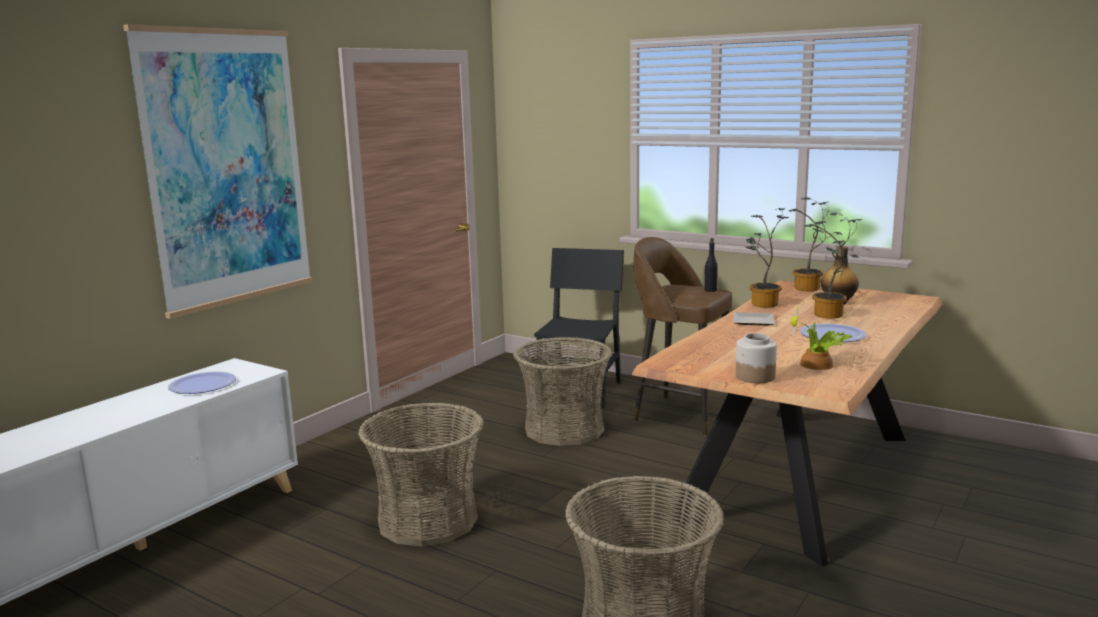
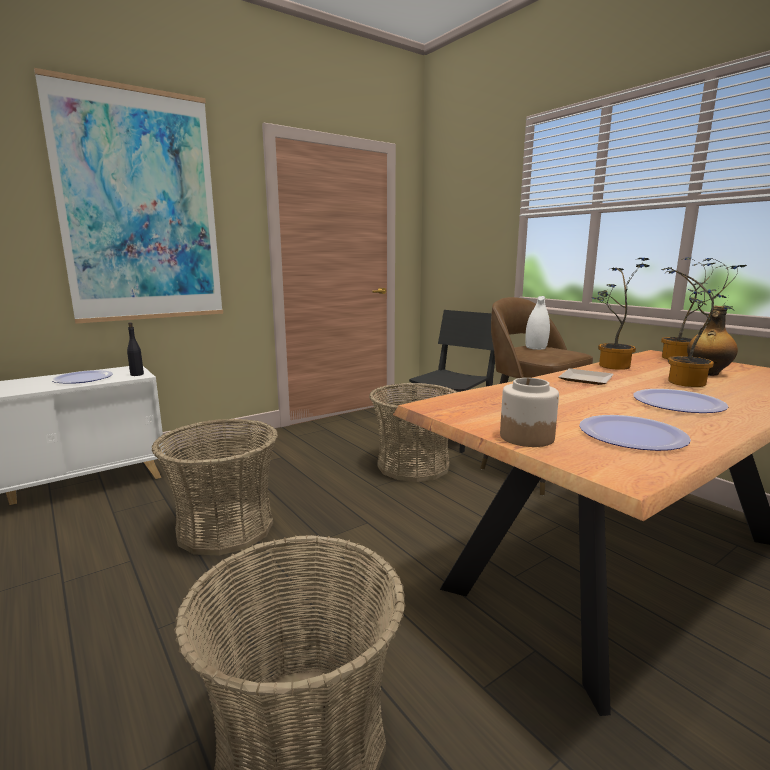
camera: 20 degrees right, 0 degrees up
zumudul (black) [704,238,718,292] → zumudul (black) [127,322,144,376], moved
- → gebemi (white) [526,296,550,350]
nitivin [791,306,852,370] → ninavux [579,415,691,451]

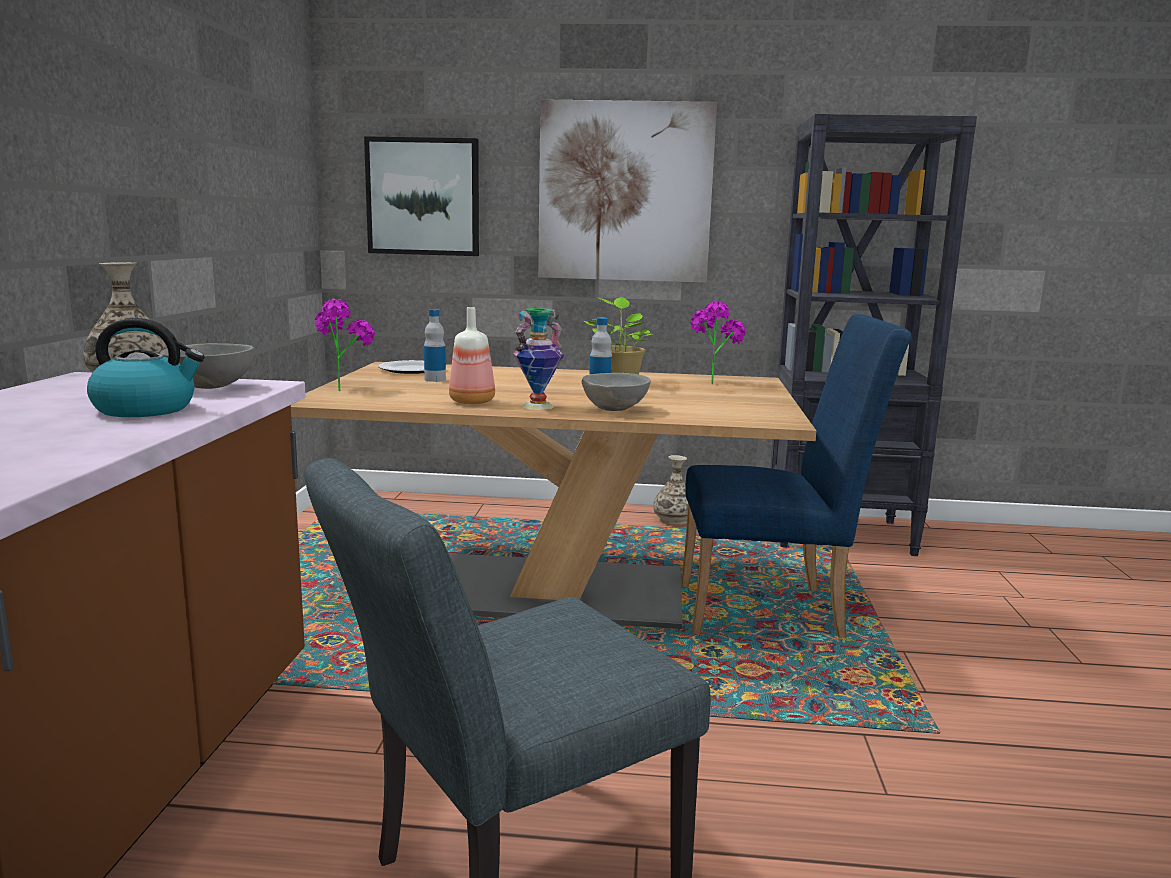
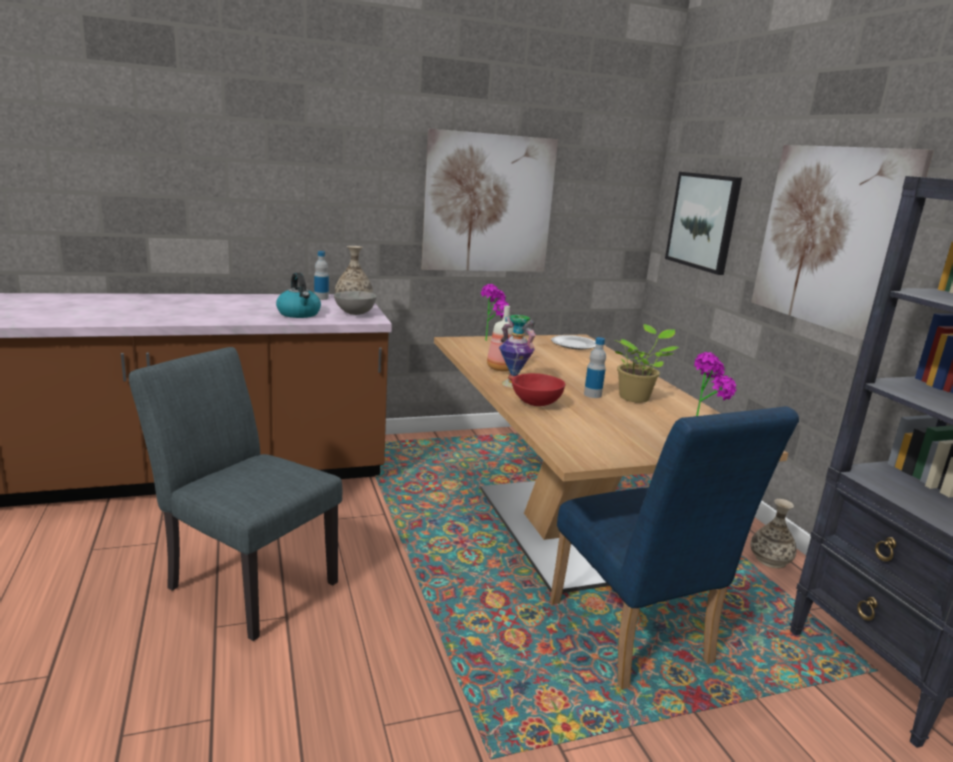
camera: 65 degrees right, 5 degrees up
zumudul [424,309,446,382] → zumudul [314,251,329,300], moved
- → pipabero [421,129,558,272]
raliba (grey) [582,373,651,411] → raliba (red) [512,373,565,406]

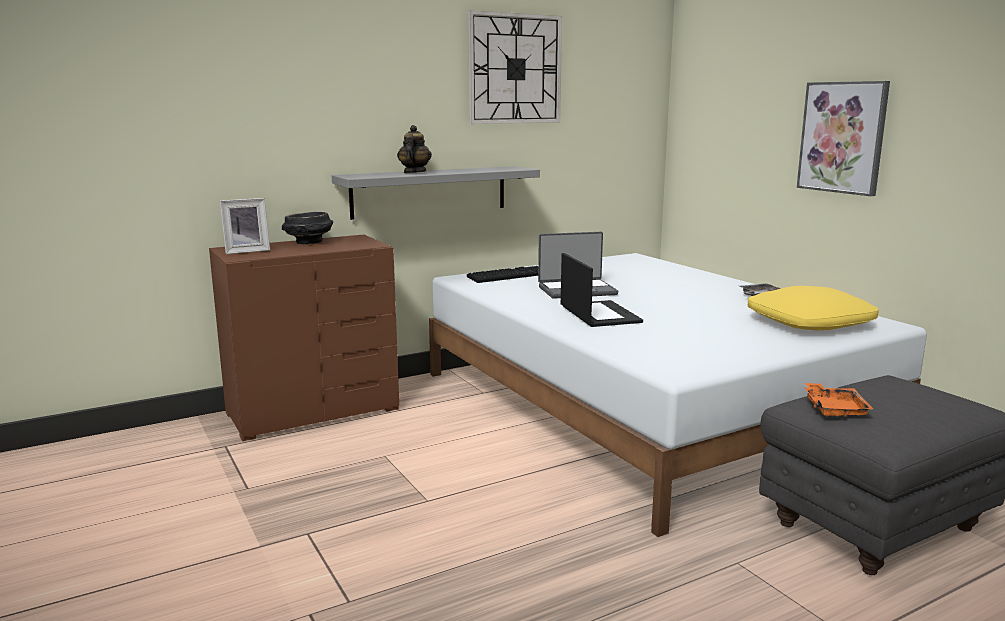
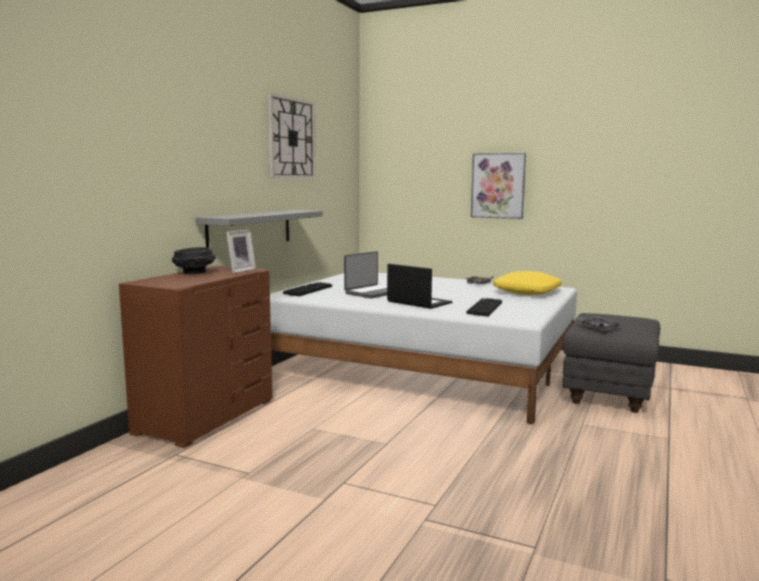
camera: 35 degrees left, 5 degrees down
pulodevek [220,198,270,254] → pulodevek [226,229,256,273], moved
- → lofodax [466,298,502,317]
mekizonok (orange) [805,383,873,418] → mekizonok (grey) [576,317,620,331]
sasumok [397,125,432,173] → -

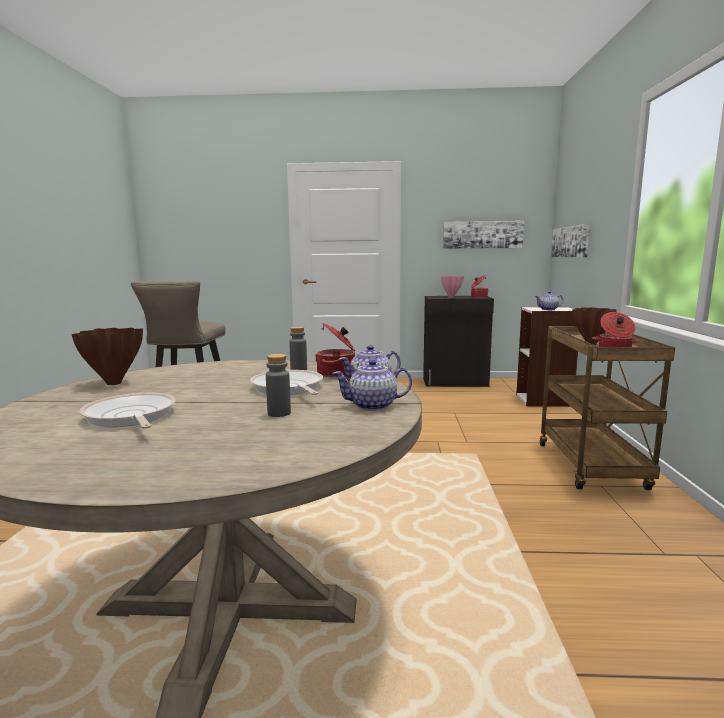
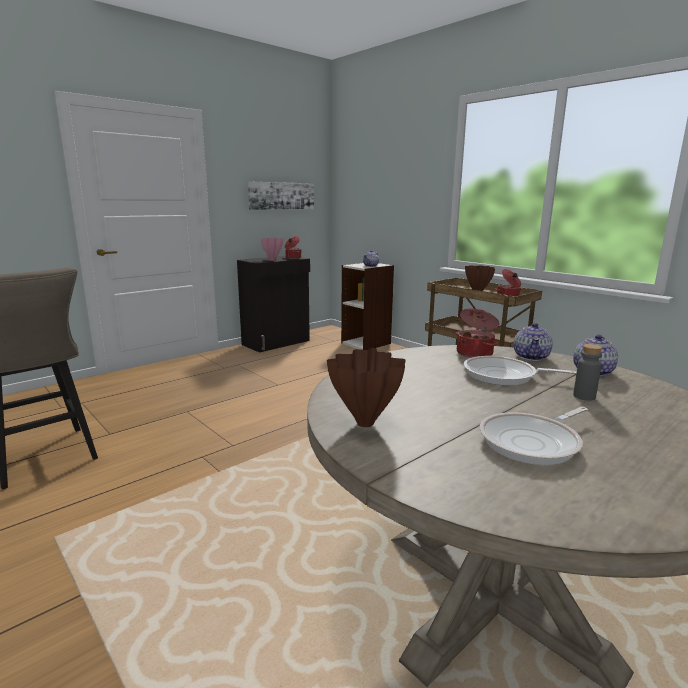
camera: 45 degrees left, 5 degrees up
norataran [79,393,176,429] → norataran [480,407,588,465], 45 degrees counterclockwise
zumudul (grey) [289,326,307,370] → -
pipabero [551,224,590,257] → -

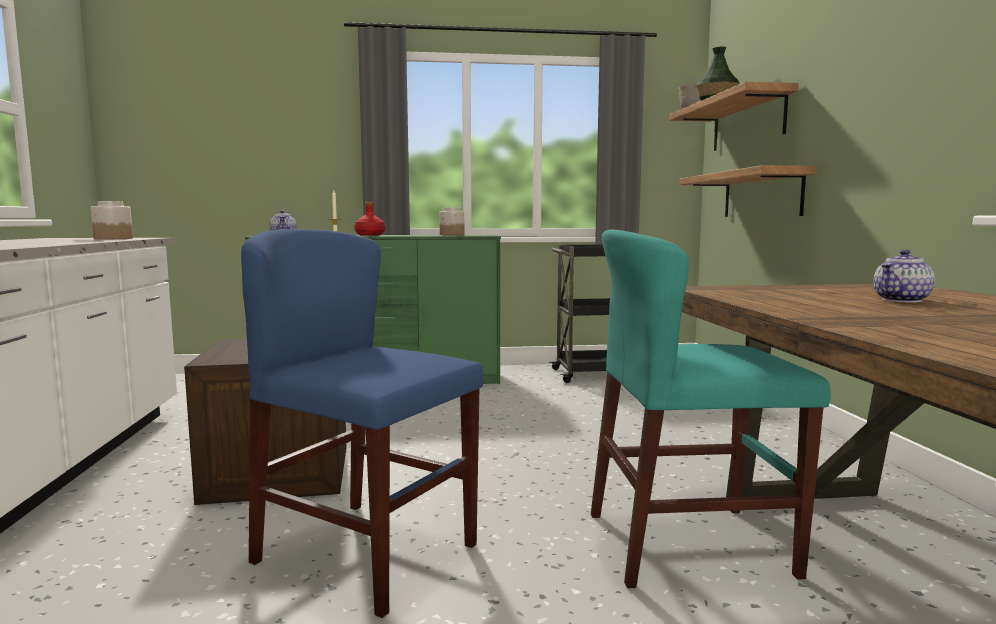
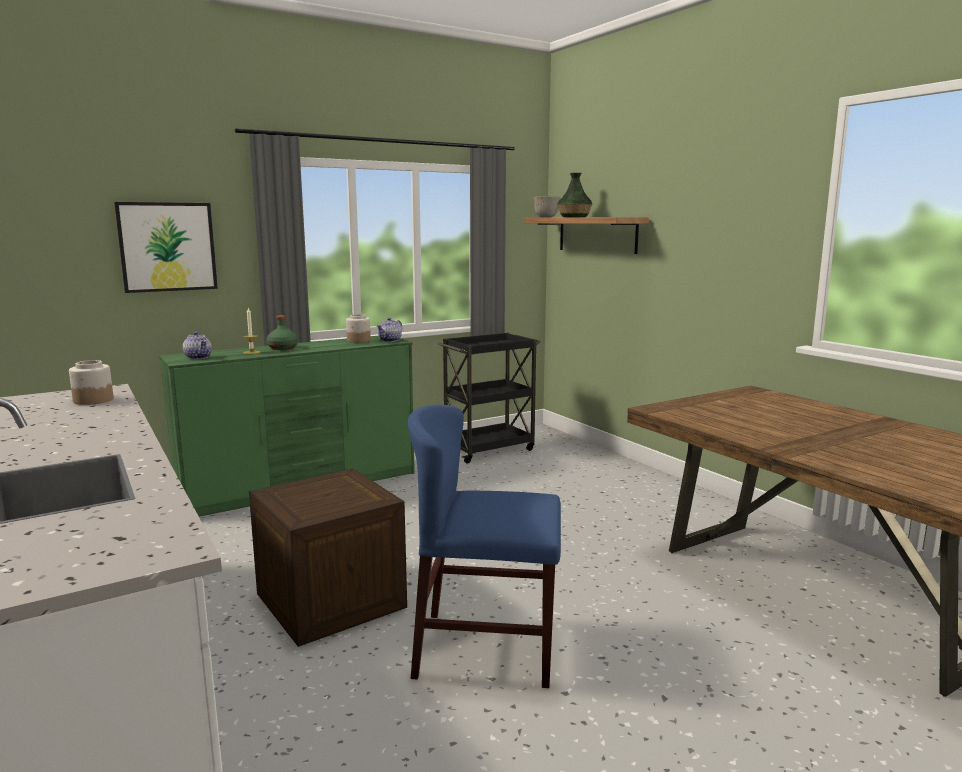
camera: 25 degrees left, 5 degrees up
- → pipabero [114,202,218,293]
zumudul (red) [354,202,385,236] → zumudul (green) [267,315,298,350]
sasumok [873,250,935,302] → sasumok [377,318,402,342], moved
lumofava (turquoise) [591,229,831,588] → -
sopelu [679,165,817,217] → -

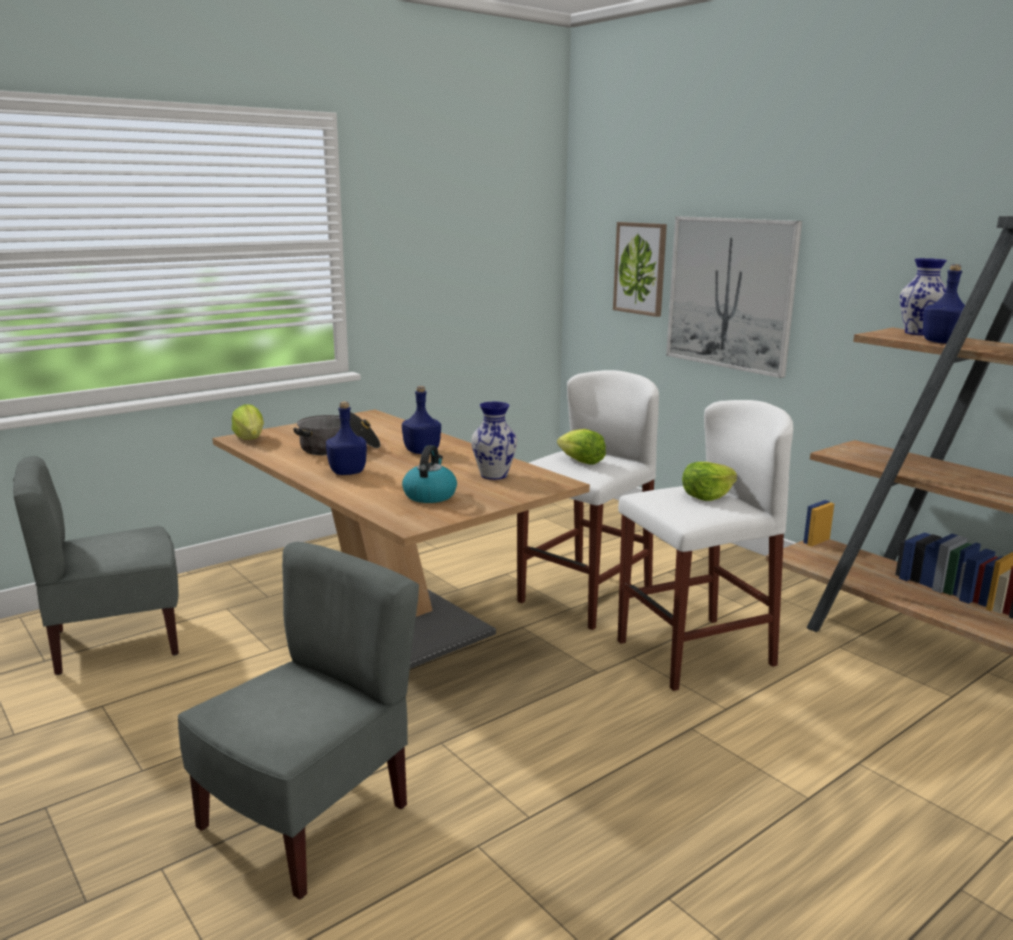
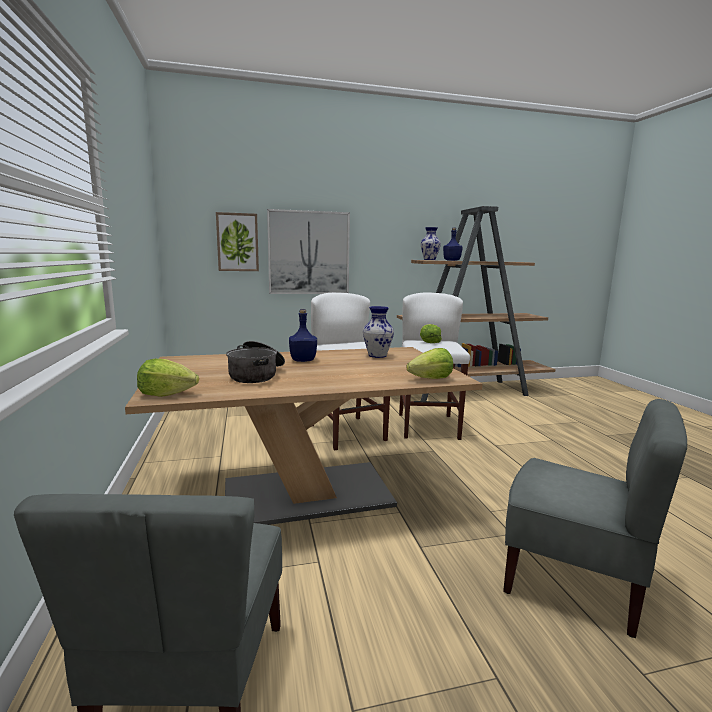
camera: 65 degrees left, 5 degrees down
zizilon [557,429,606,465] → zizilon [407,348,453,379], moved
lumofava (grey) [178,542,419,900] → lumofava (grey) [503,399,687,638], 150 degrees clockwise
zumudul (blue) [326,401,367,475] → -
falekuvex [402,445,457,503] → -

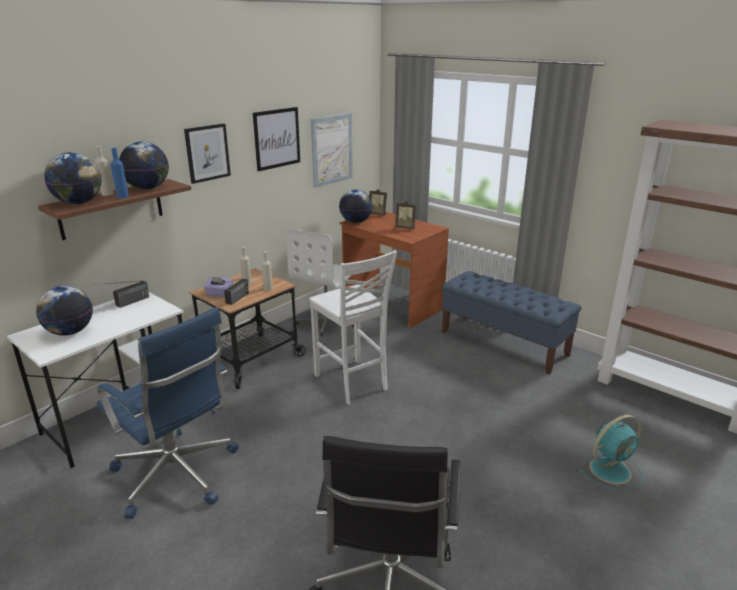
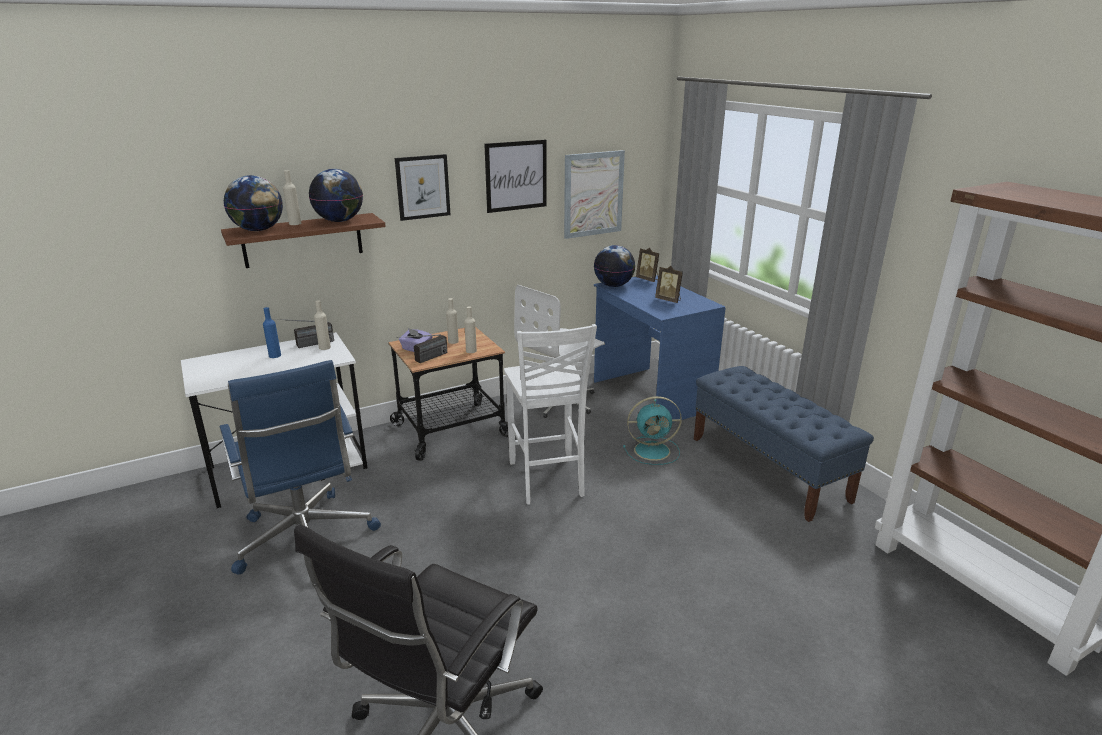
camera: 20 degrees right, 0 degrees up
zumudul (blue) [111,148,129,199] → zumudul (blue) [263,307,281,358], moved
- → zumudul (beige) [314,300,331,350]
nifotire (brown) [339,212,449,329] → nifotire (blue) [594,275,726,423]
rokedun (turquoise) [580,415,643,491] → rokedun (turquoise) [623,396,682,465], moved
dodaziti [36,285,93,335] → -

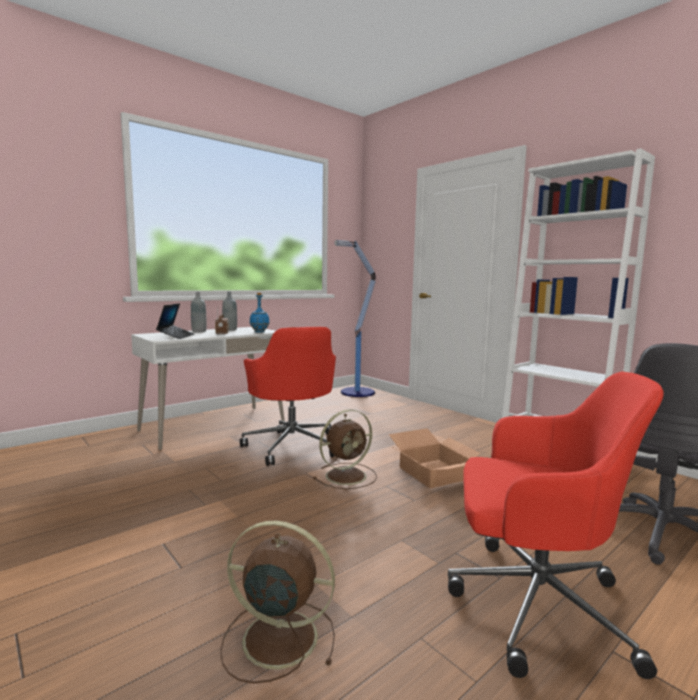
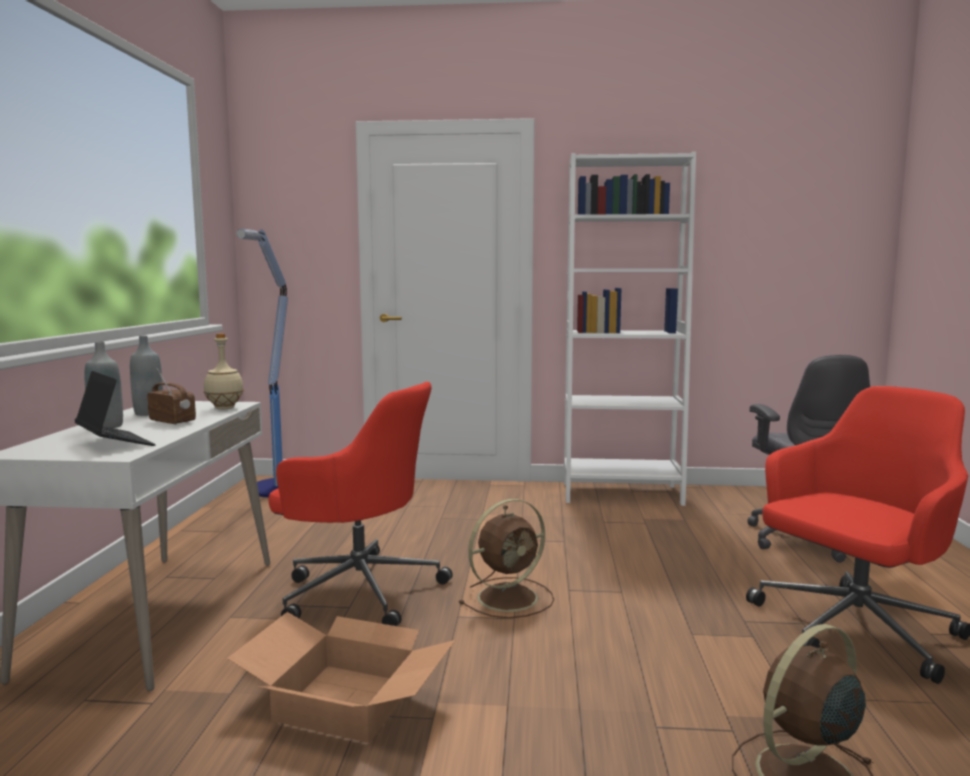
camera: 45 degrees left, 0 degrees up
zumudul (blue) [250,293,269,333] → zumudul (beige) [204,333,244,409]
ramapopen [389,428,481,489] → ramapopen [227,612,455,743], moved
rokedun (brown) [313,409,377,489] → rokedun (brown) [459,499,554,618], 45 degrees clockwise

